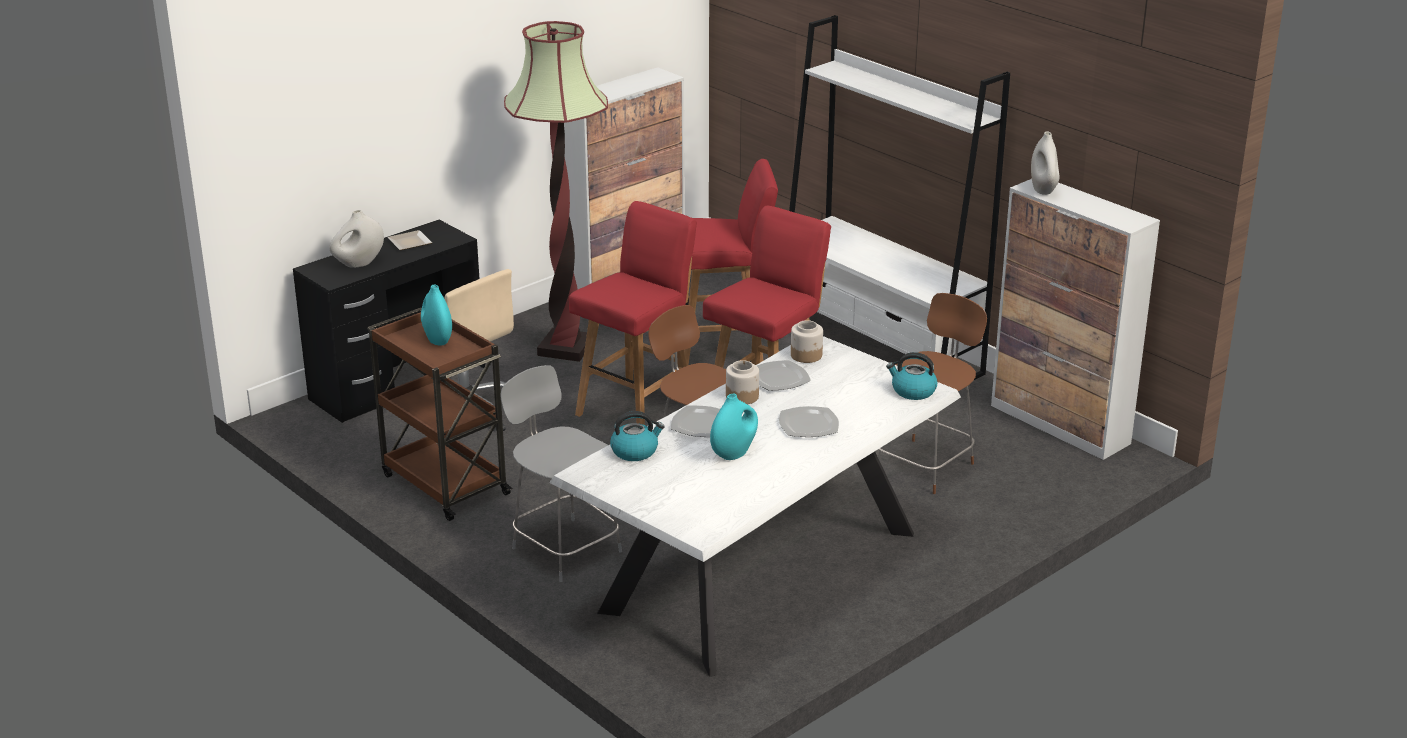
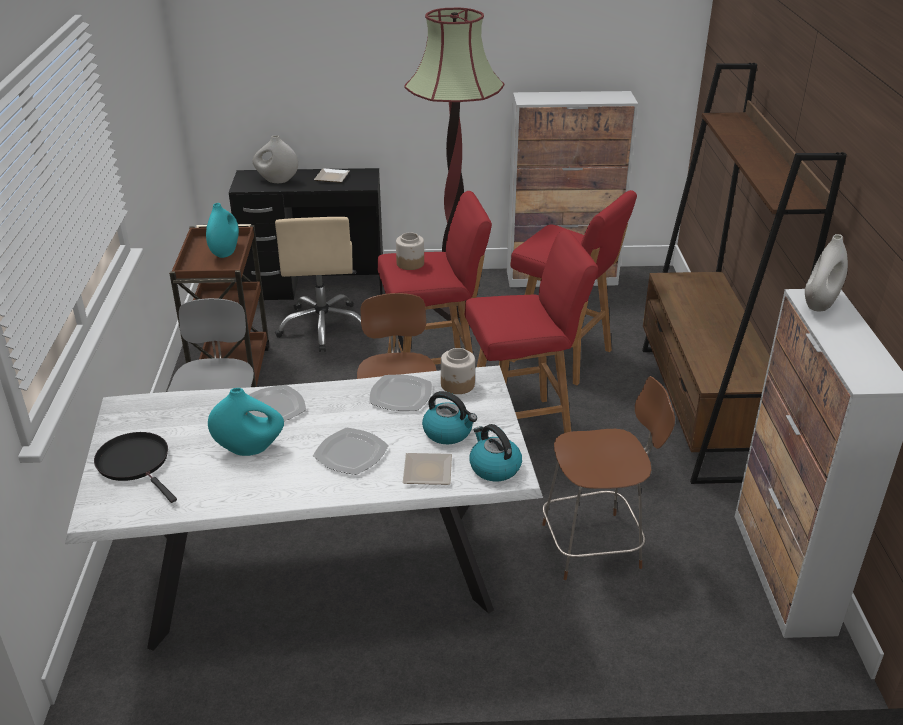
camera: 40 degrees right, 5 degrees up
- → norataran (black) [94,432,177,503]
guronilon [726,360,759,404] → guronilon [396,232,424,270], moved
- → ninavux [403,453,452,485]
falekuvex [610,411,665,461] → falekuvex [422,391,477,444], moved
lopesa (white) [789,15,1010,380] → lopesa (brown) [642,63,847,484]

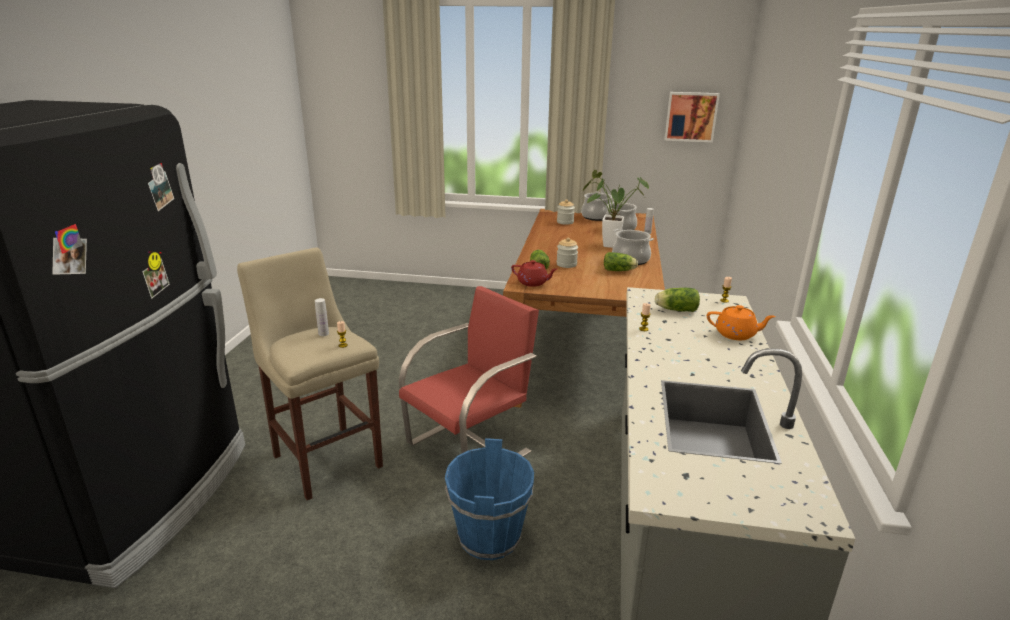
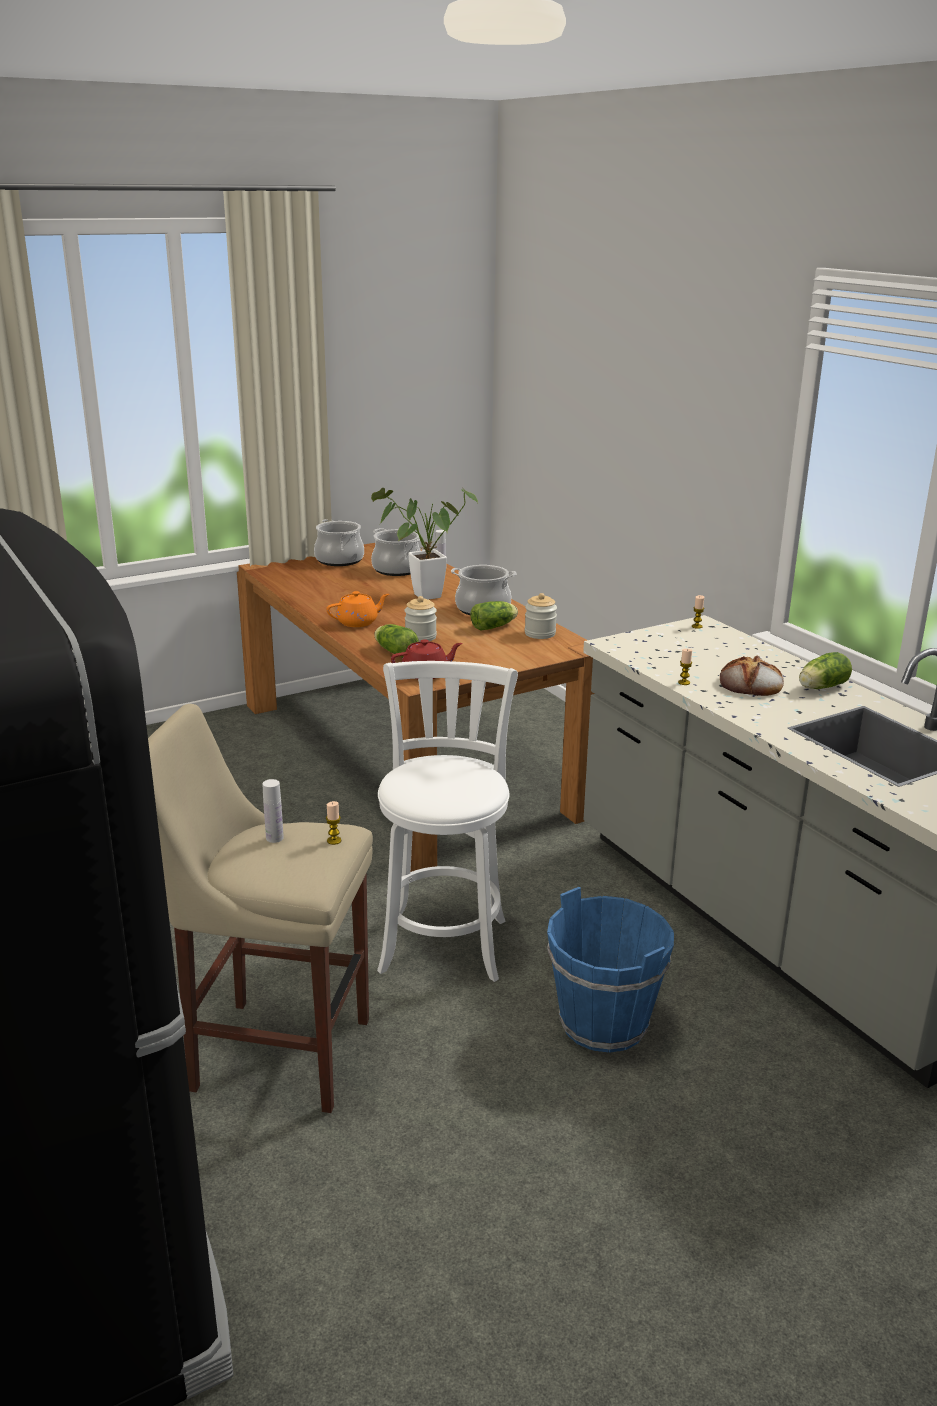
camera: 40 degrees left, 0 degrees up
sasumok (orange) [707,305,776,340] → sasumok (orange) [326,591,389,627], moved
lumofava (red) [399,286,539,457] → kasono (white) [377,661,518,982]
guronilon [557,200,575,225] → guronilon [525,593,557,639], moved
- → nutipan [720,656,784,696]
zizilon [655,288,700,312] → zizilon [799,652,852,689], moved
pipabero [664,92,720,142] → -

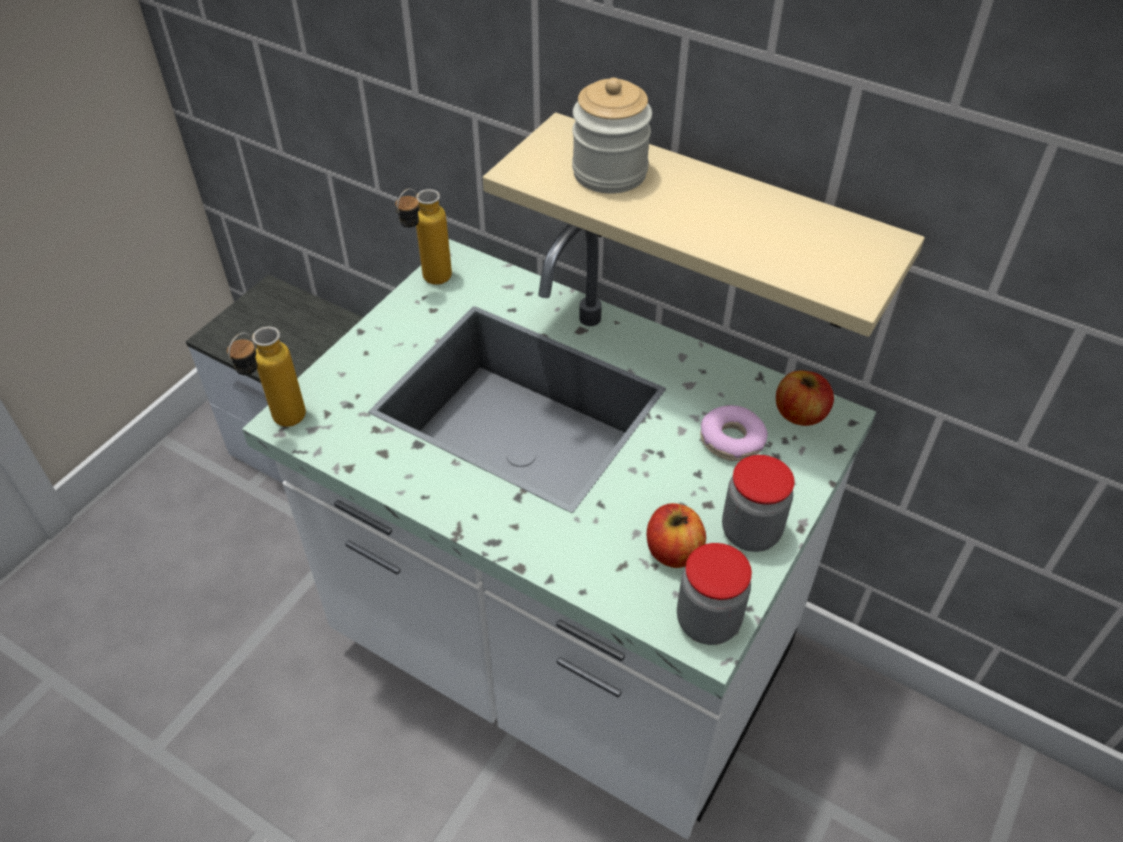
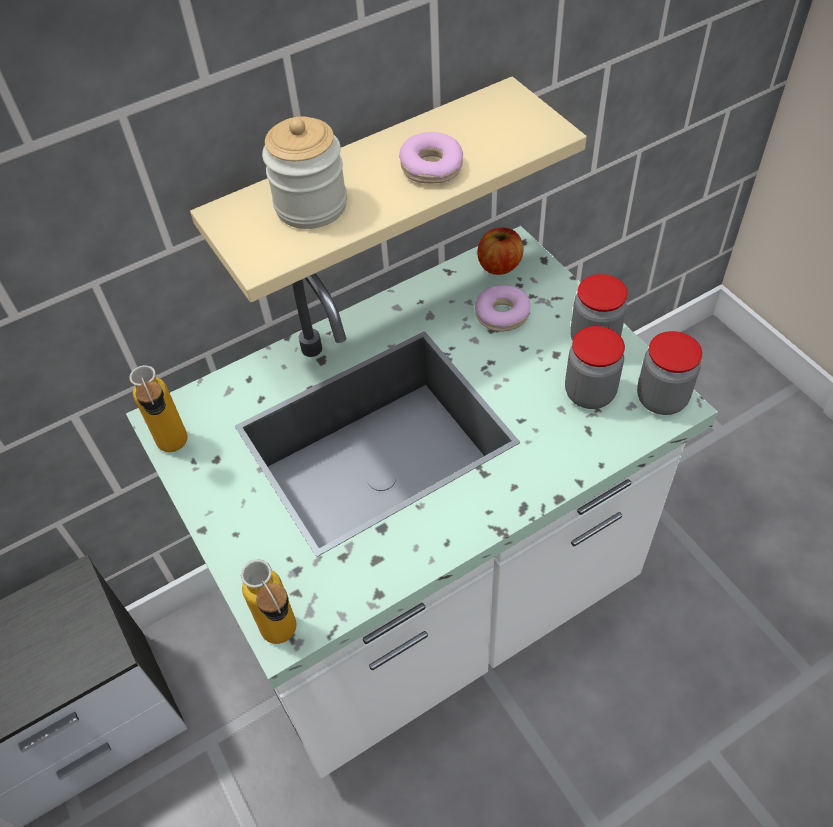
camera: 60 degrees left, 5 degrees up
- → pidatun [399,132,463,183]
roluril [647,503,706,568] → guronilon [565,326,625,409]

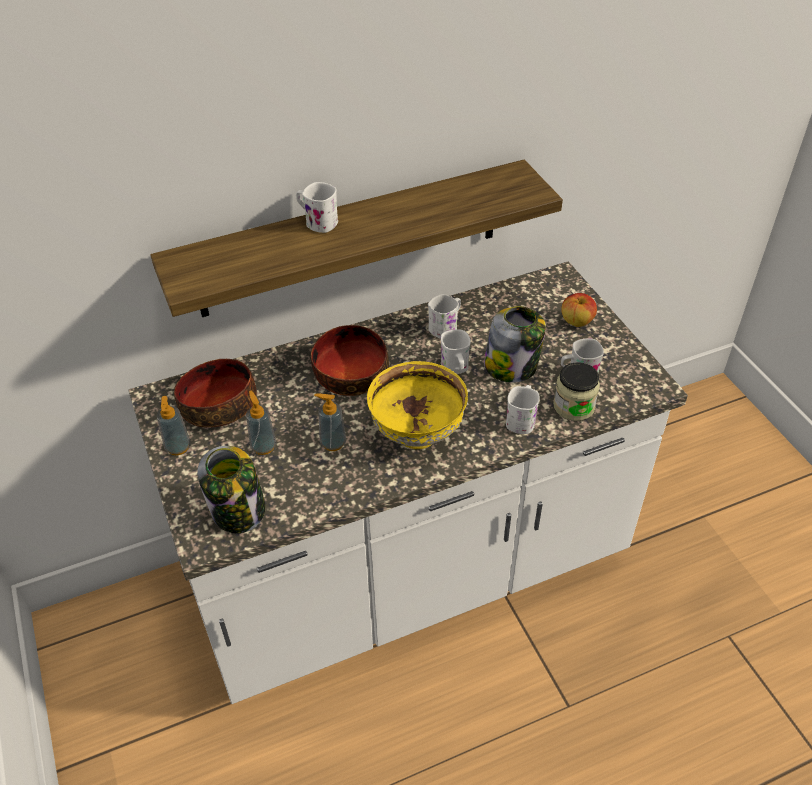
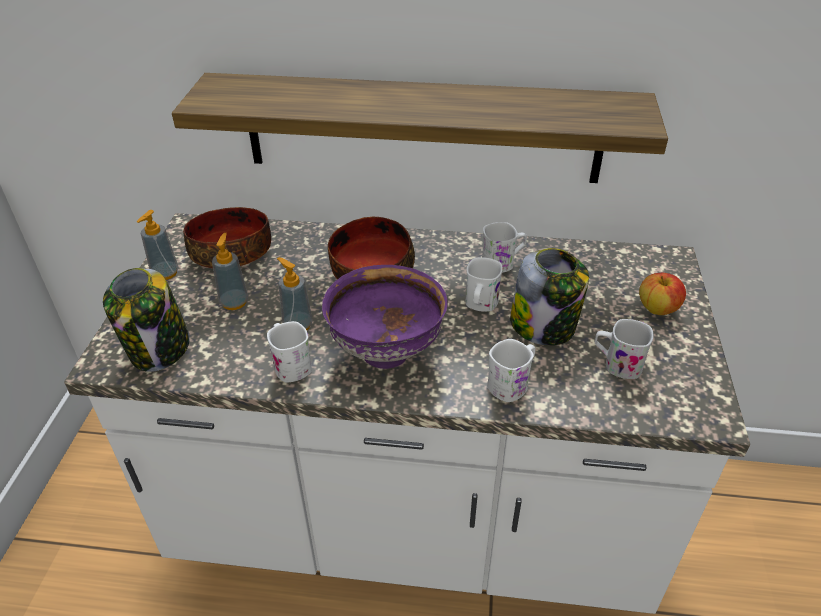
camera: 30 degrees right, 5 degrees down
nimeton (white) [296,182,338,233] → nimeton (white) [267,321,312,383], moved
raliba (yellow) [367,361,468,449] → raliba (purple) [322,265,447,369]
guronilon [553,363,600,421] → -

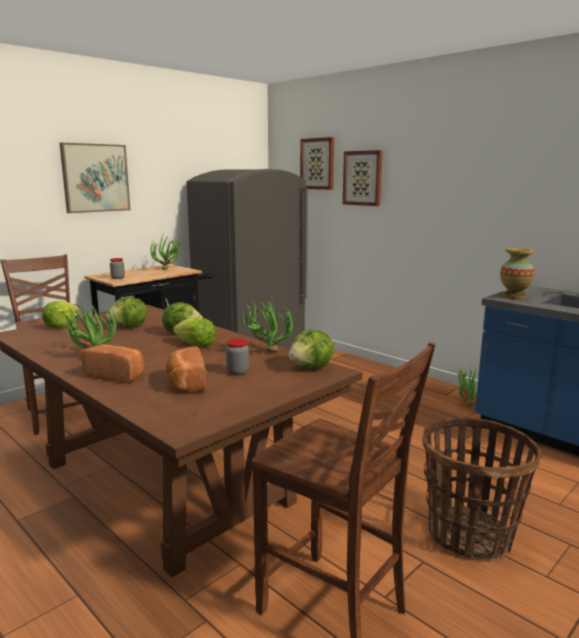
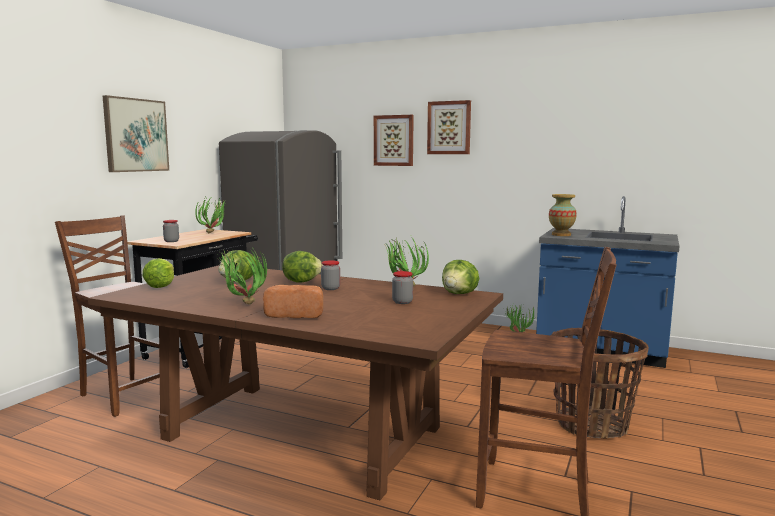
camera: 20 degrees left, 5 degrees down
zizilon [173,317,216,347] → guronilon [321,260,340,290]
pipabero [300,137,334,190] → pipabero [427,100,471,154], moved
nutipan [166,346,206,392] → -

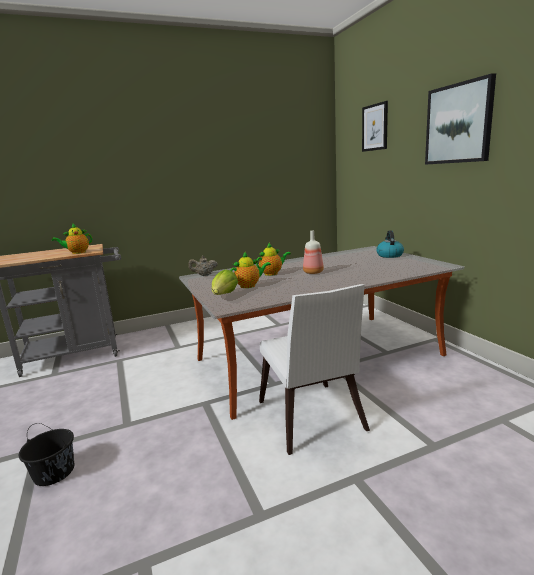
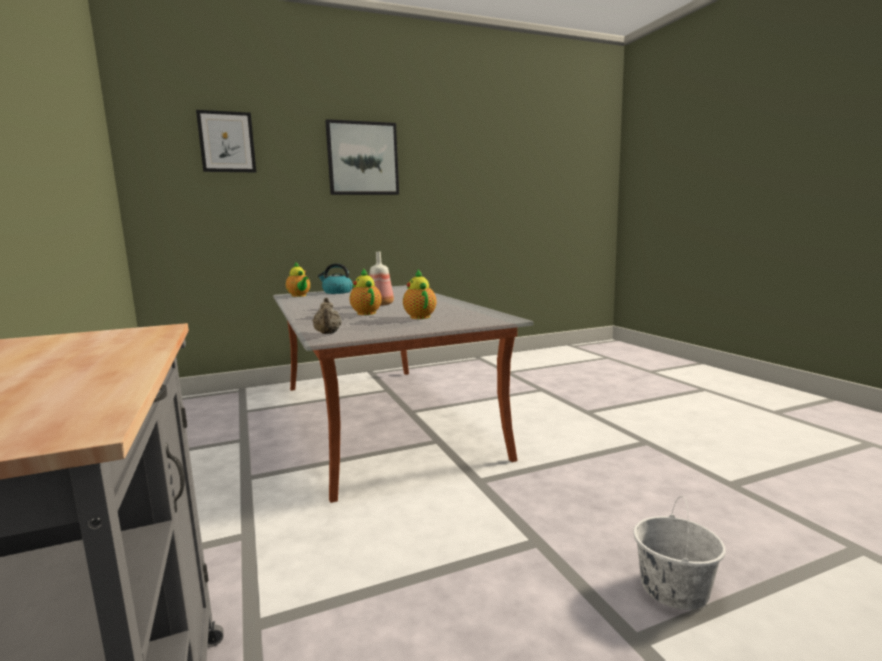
camera: 90 degrees left, 5 degrees down
sasumok [52,223,92,254] → sasumok [286,262,311,297], moved
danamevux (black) [18,423,74,486] → danamevux (white) [633,496,726,610]
zizilon [212,269,238,295] → -
lumofava (white) [259,284,370,455] → -

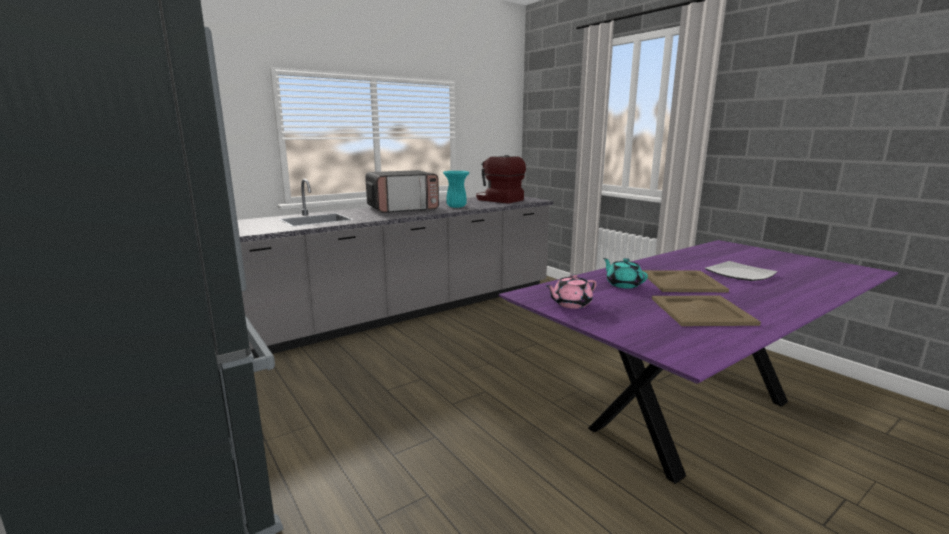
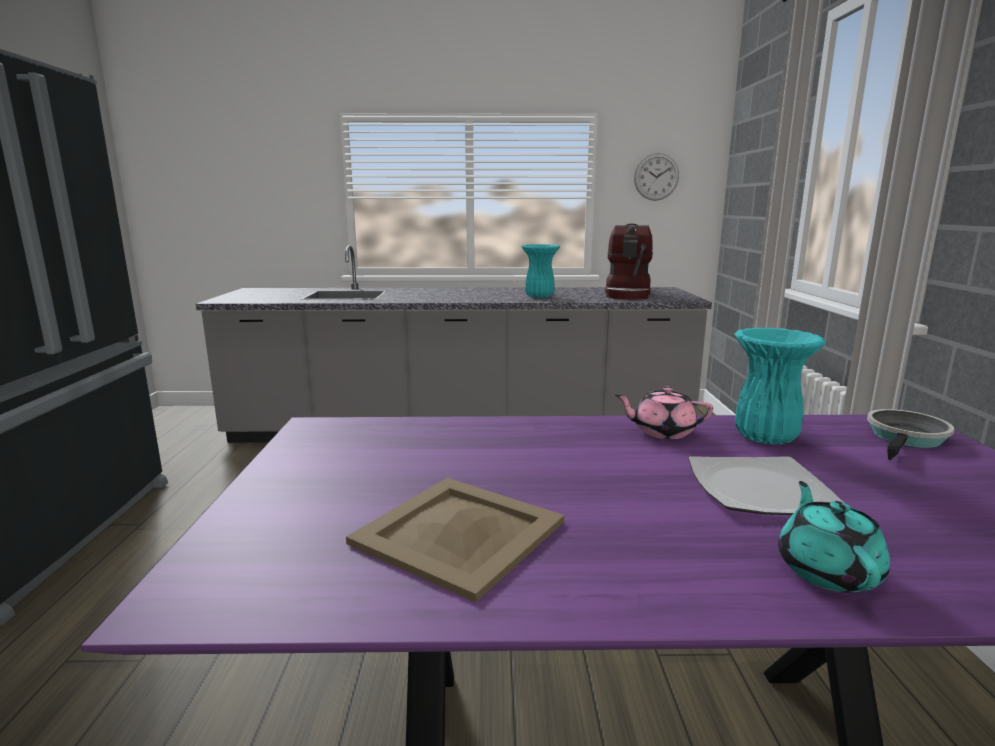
camera: 35 degrees right, 0 degrees up
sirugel [476,155,526,204] → sirugel [605,224,653,300], 150 degrees counterclockwise
sasumok (pink) [546,274,597,309] → sasumok (pink) [615,387,713,439], moved
- → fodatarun [634,153,679,201]
- → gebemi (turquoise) [735,328,826,444]
sasumok (turquoise) [603,258,648,289] → sasumok (turquoise) [778,481,890,593], moved
- → norataran [867,409,954,460]
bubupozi [365,170,439,213] → -
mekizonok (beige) [642,270,729,292] → -

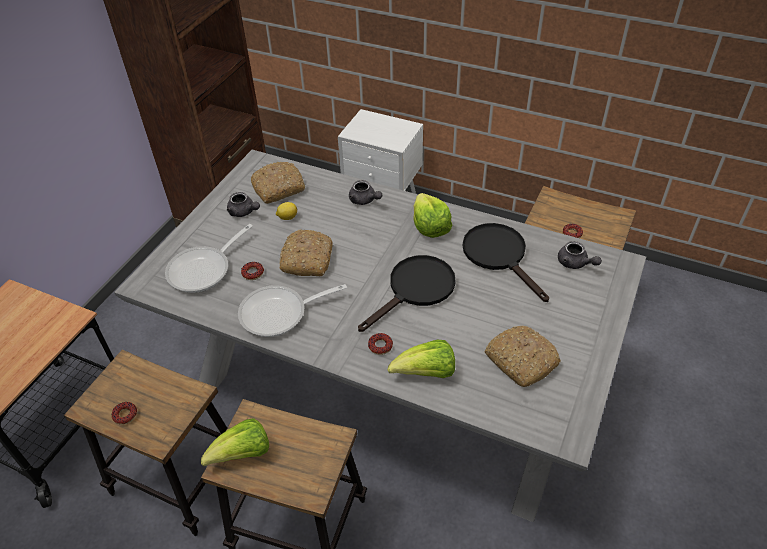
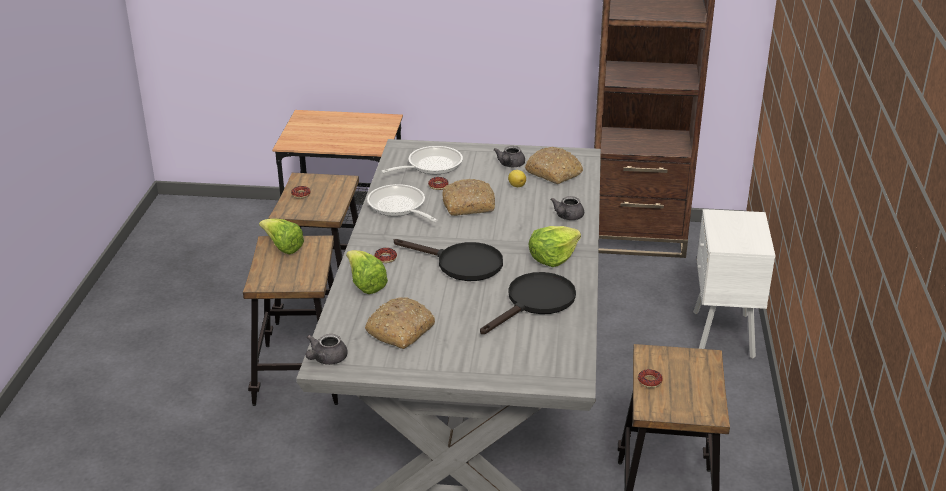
camera: 70 degrees right, 15 degrees down
sasumok (grey) [558,241,602,269] → sasumok (grey) [306,334,348,365], moved
norataran [165,224,253,293] → norataran [381,146,463,174], 120 degrees clockwise

